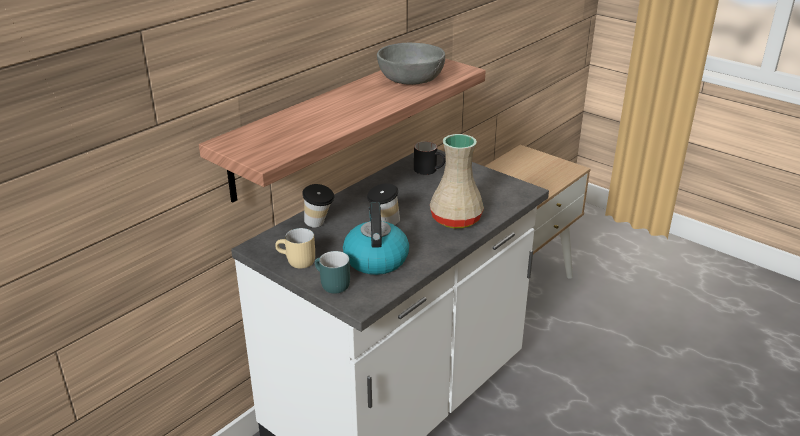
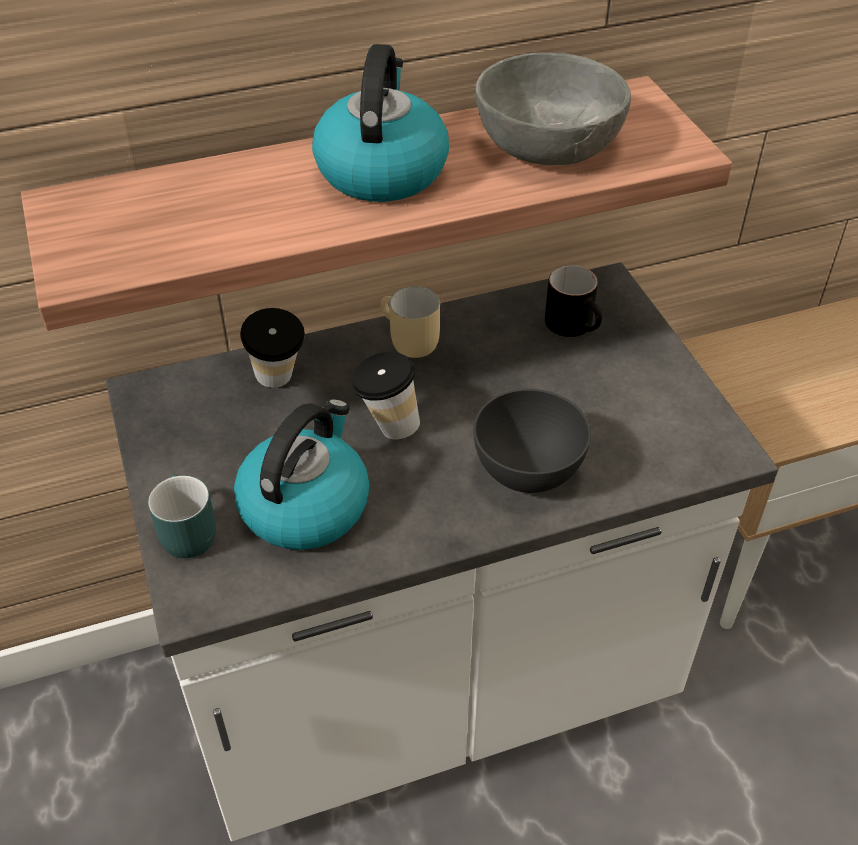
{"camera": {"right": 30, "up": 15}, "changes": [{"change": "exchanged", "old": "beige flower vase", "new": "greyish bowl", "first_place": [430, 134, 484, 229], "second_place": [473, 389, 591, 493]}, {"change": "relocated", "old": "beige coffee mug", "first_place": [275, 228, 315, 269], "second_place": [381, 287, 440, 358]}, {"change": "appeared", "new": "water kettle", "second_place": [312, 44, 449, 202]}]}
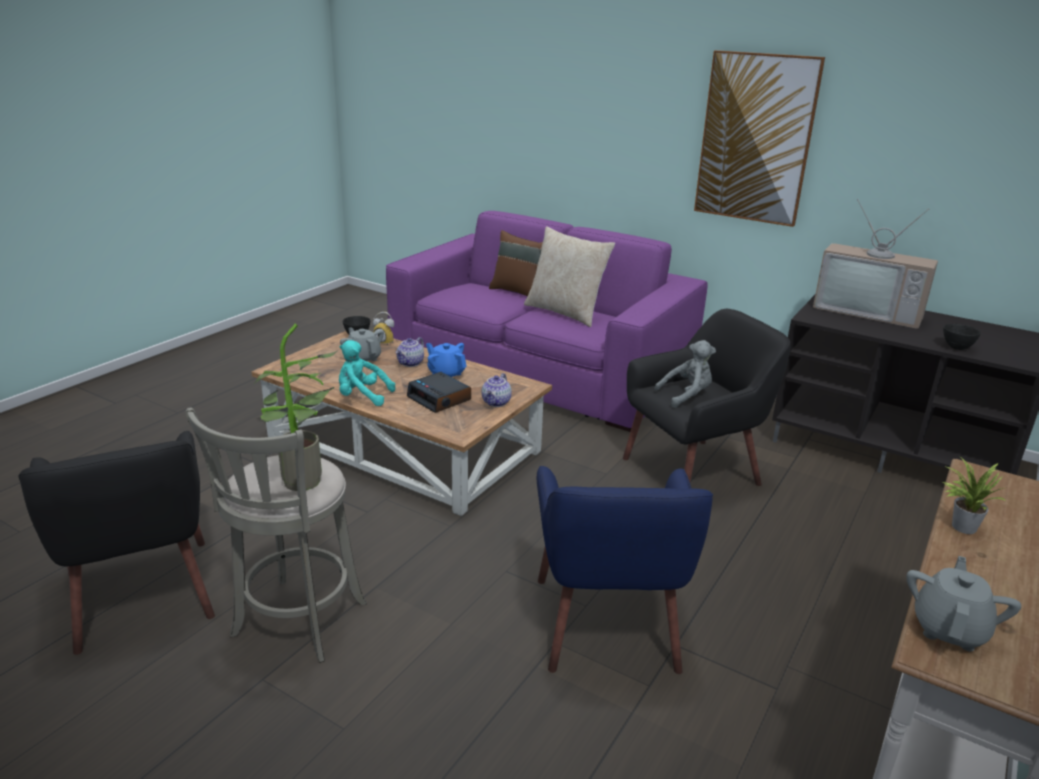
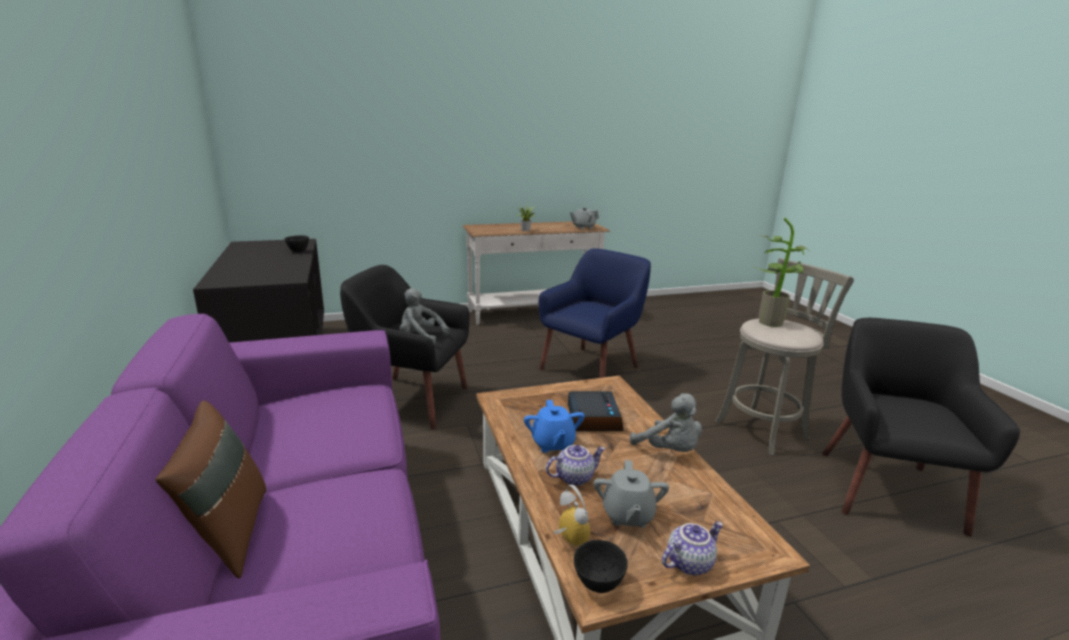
{"camera": {"right": -140, "up": -5}, "changes": [{"change": "missing", "old": "wall art", "first_place": [694, 50, 825, 227]}, {"change": "missing", "old": "television", "first_place": [813, 199, 938, 329]}, {"change": "missing", "old": "beige cushion", "first_place": [524, 226, 615, 327]}, {"change": "colour", "old": "turquoise plush toy", "new": "greyish plush toy", "first_place": [339, 340, 395, 406], "second_place": [630, 393, 702, 452]}, {"change": "relocated", "old": "teapot", "first_place": [481, 373, 512, 407], "second_place": [662, 521, 723, 575]}]}
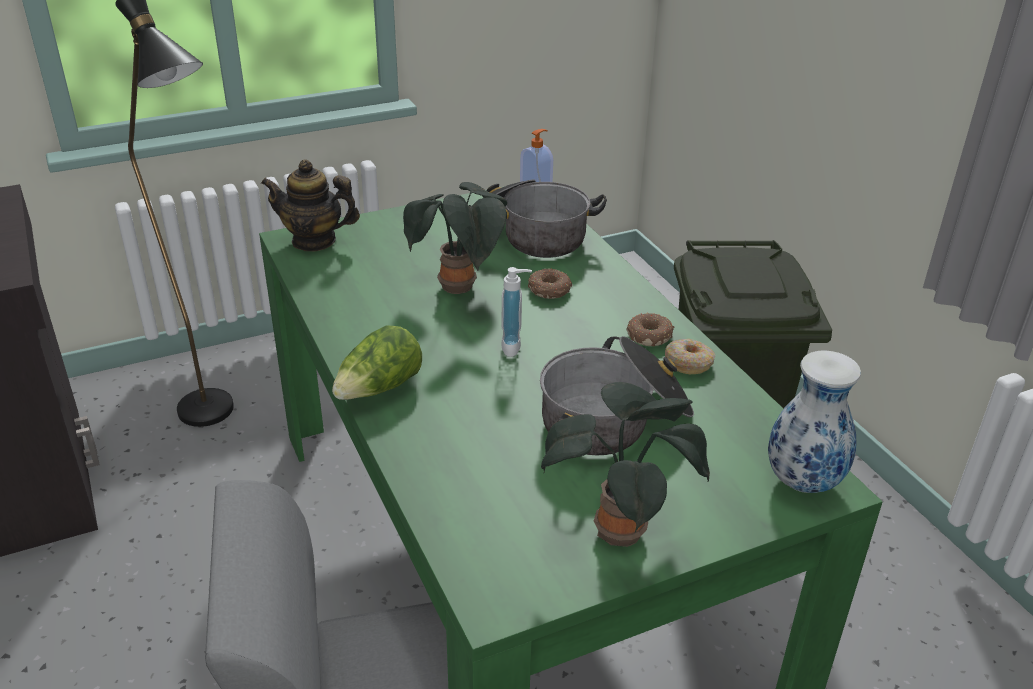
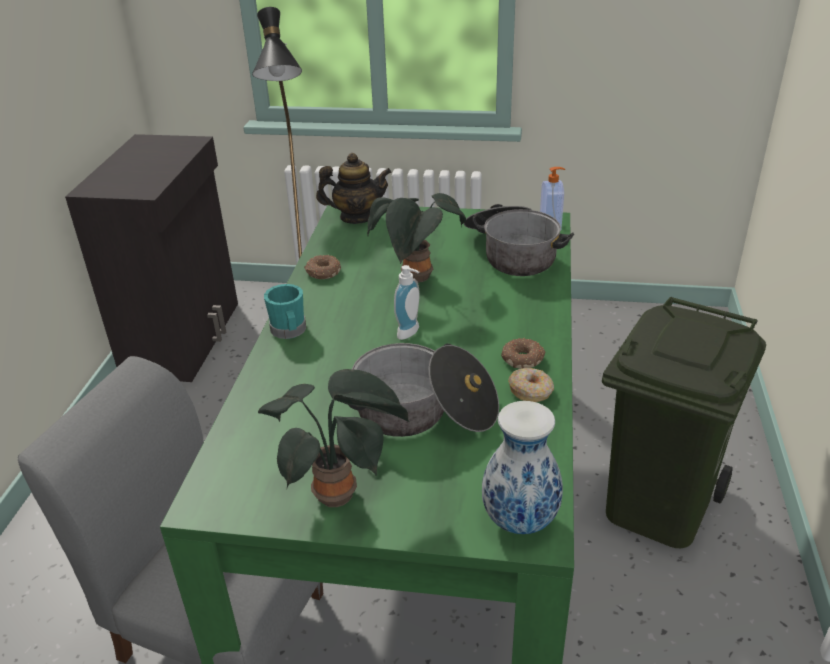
{"camera": {"right": 35, "up": 0}, "changes": [{"change": "spun", "old": "teapot", "first_place": [261, 160, 360, 251], "second_place": [316, 153, 392, 224], "degrees": 135}, {"change": "relocated", "old": "doughnut", "first_place": [528, 268, 572, 299], "second_place": [304, 255, 341, 279]}, {"change": "exchanged", "old": "lettuce head", "new": "turquoise coffee mug", "first_place": [332, 325, 422, 400], "second_place": [264, 284, 306, 339]}]}
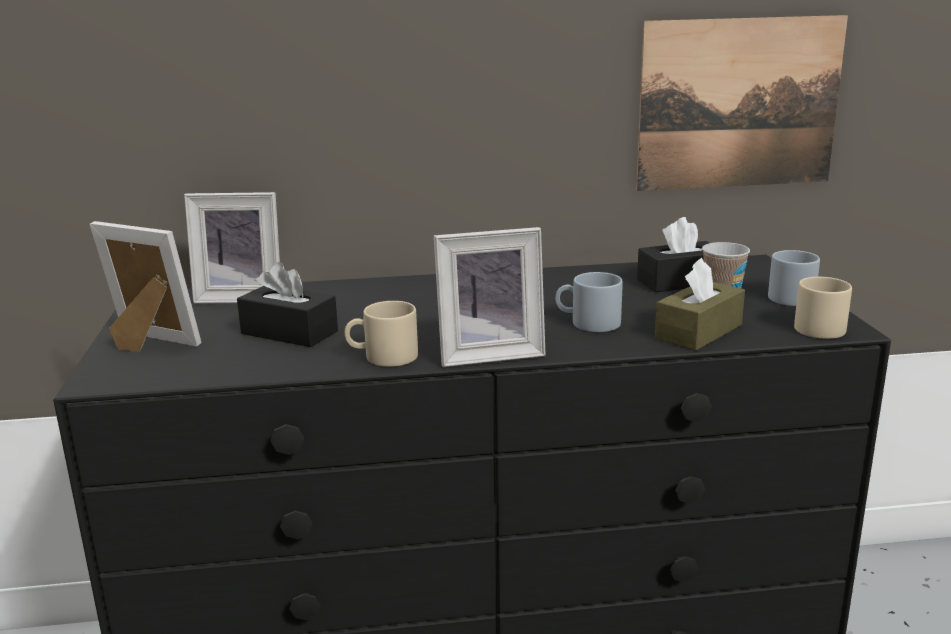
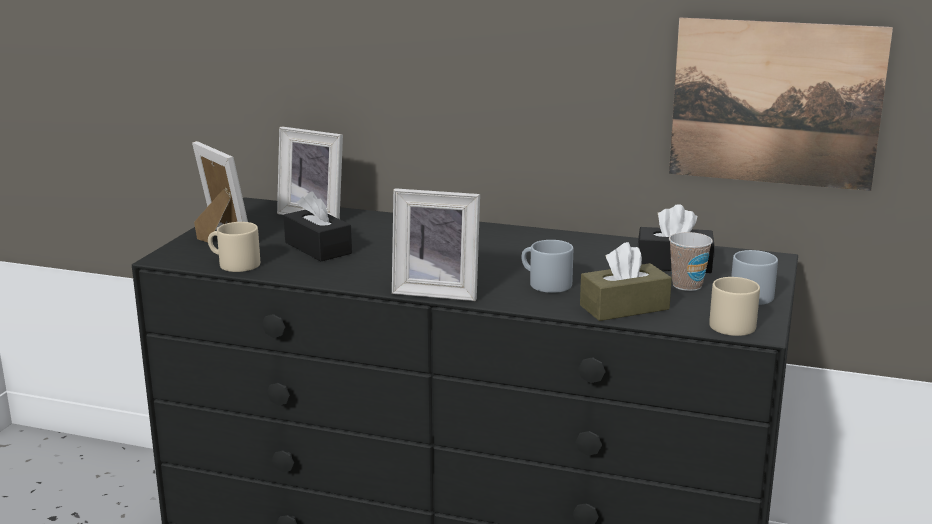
{"camera": {"right": 25, "up": 0}, "changes": [{"change": "relocated", "old": "beige coffee mug", "first_place": [345, 301, 418, 367], "second_place": [208, 222, 260, 272]}]}
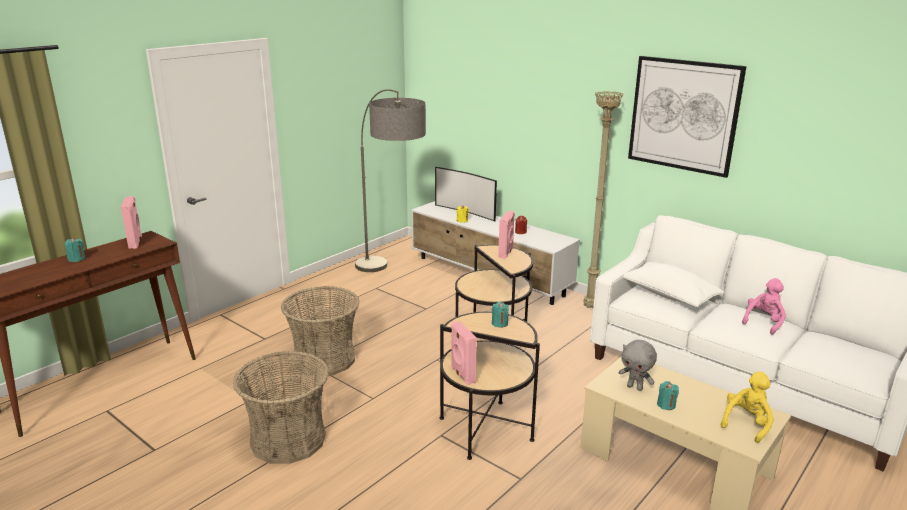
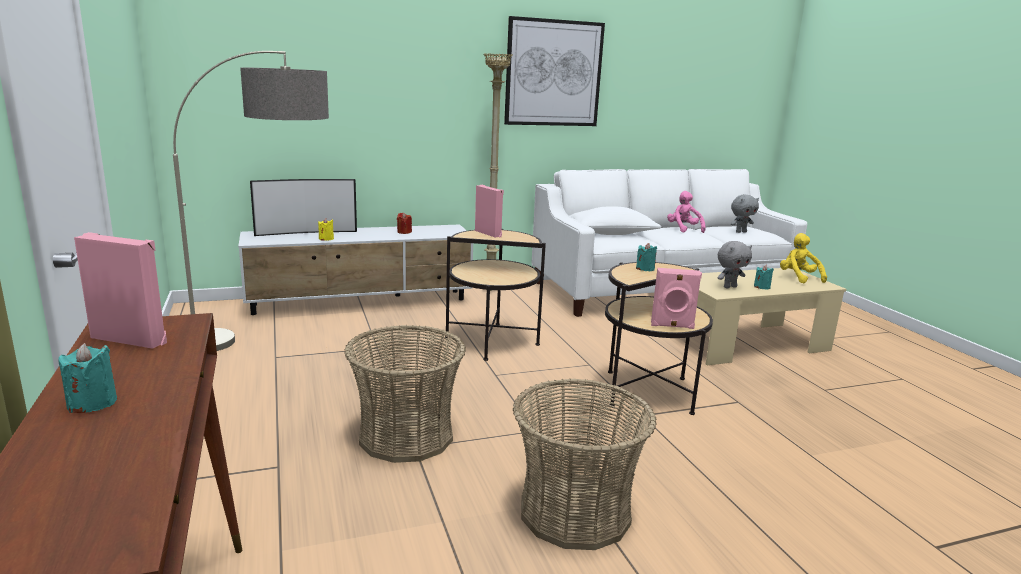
{"camera": {"right": -60, "up": -5}, "changes": [{"change": "appeared", "new": "greyish plush toy", "second_place": [731, 195, 759, 233]}]}
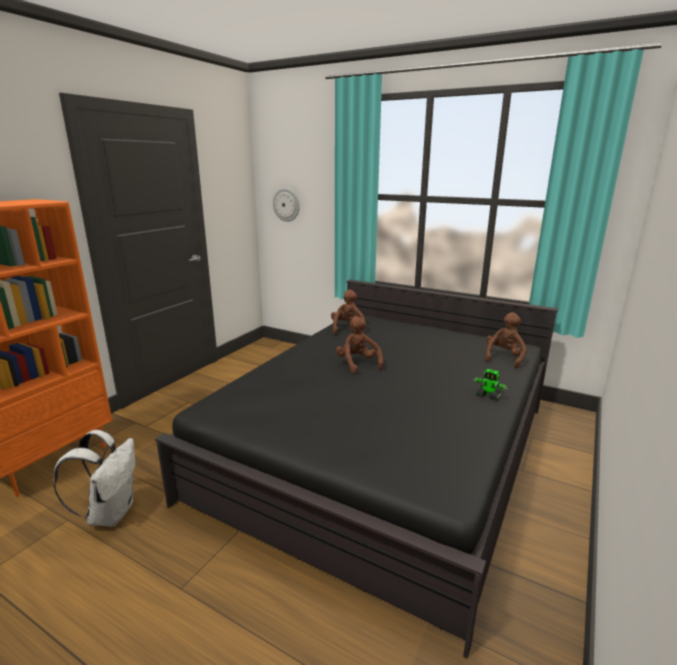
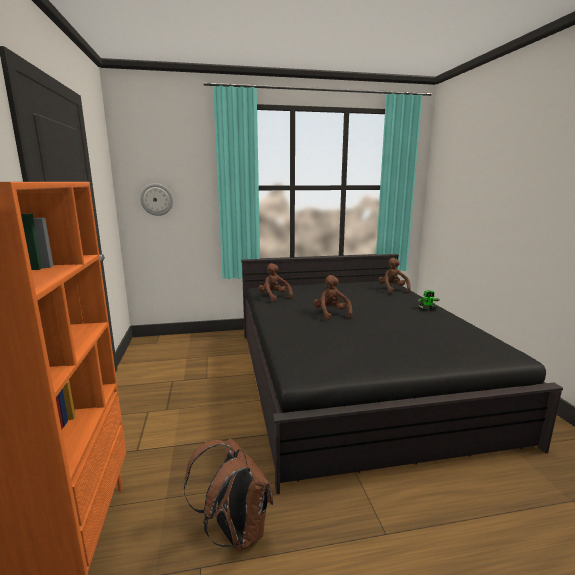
{"camera": {"right": -40, "up": -5}, "changes": [{"change": "spun", "old": "brownish plush toy", "first_place": [336, 316, 383, 374], "second_place": [313, 275, 352, 320], "degrees": 45}, {"change": "colour", "old": "whitish backpack", "new": "brownish backpack", "first_place": [54, 430, 135, 527], "second_place": [184, 438, 273, 552]}]}
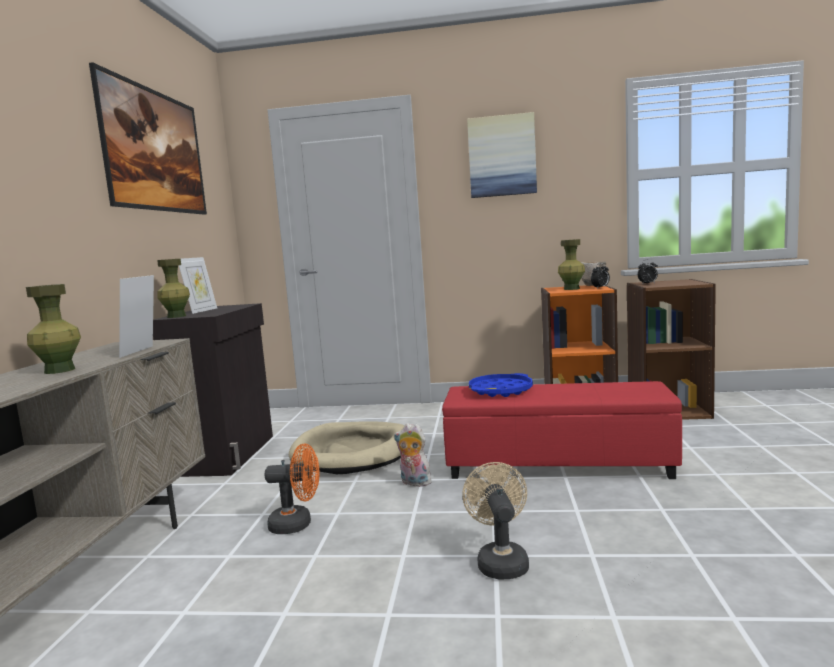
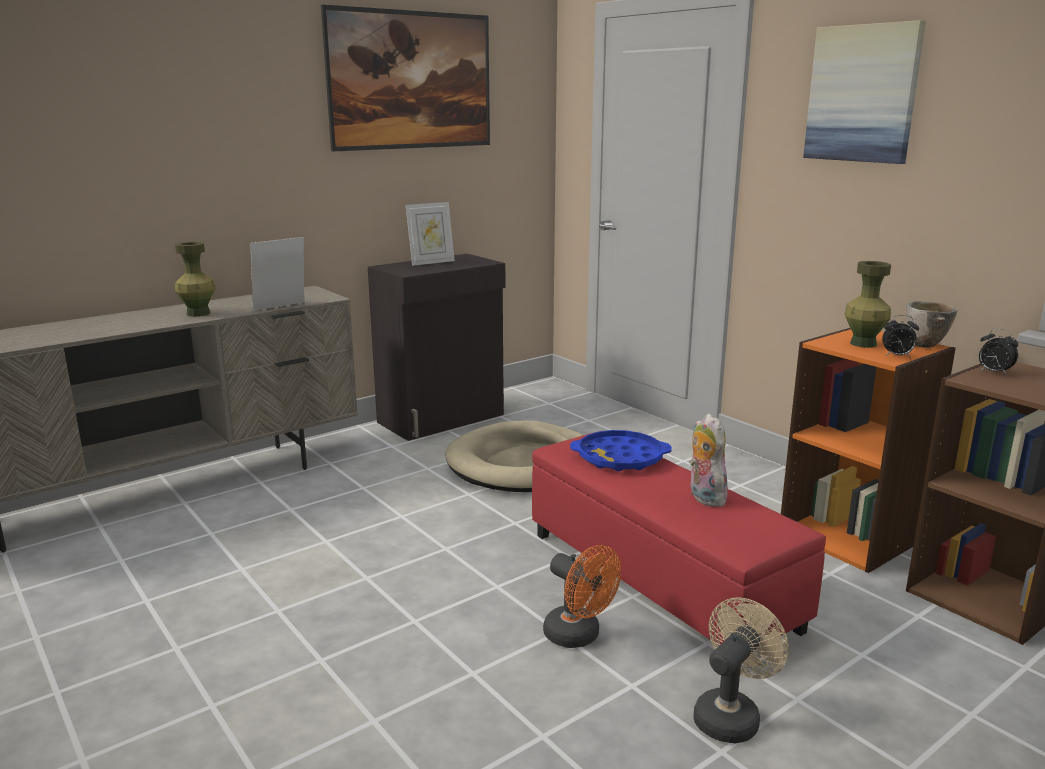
{"camera": {"right": 45, "up": 10}, "changes": [{"change": "missing", "old": "green-coloured flower vase", "first_place": [157, 259, 190, 318]}, {"change": "relocated", "old": "plush toy", "first_place": [394, 423, 432, 487], "second_place": [689, 414, 728, 507]}, {"change": "relocated", "old": "orange fan", "first_place": [265, 443, 319, 534], "second_place": [543, 545, 621, 648]}, {"change": "relocated", "old": "beige fan", "first_place": [462, 462, 529, 580], "second_place": [694, 597, 789, 743]}]}
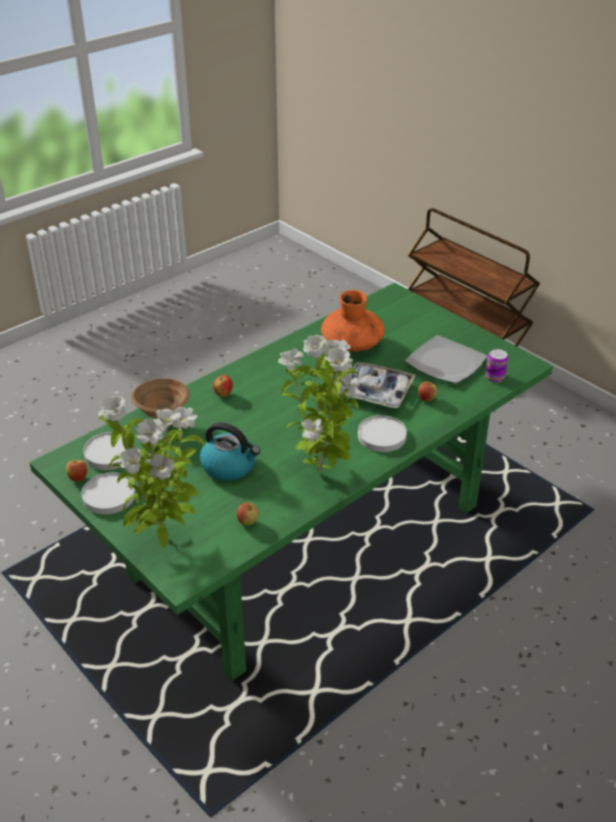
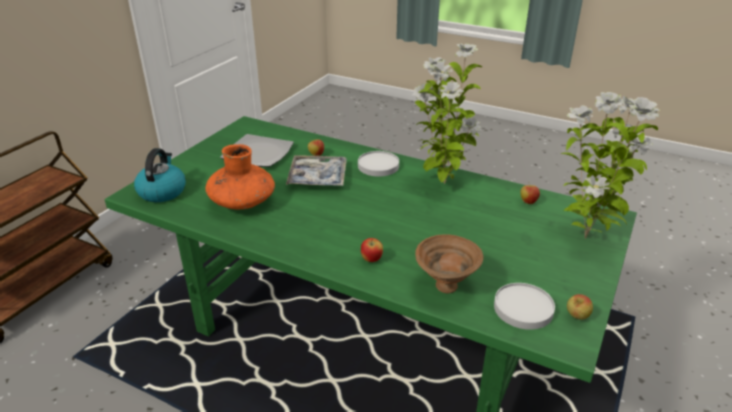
{"camera": {"right": -110, "up": -5}, "changes": [{"change": "missing", "old": "metal can", "first_place": [485, 349, 508, 382]}, {"change": "relocated", "old": "water kettle", "first_place": [200, 422, 260, 481], "second_place": [134, 148, 186, 202]}, {"change": "missing", "old": "whitish dinner plate", "first_place": [81, 473, 136, 514]}]}
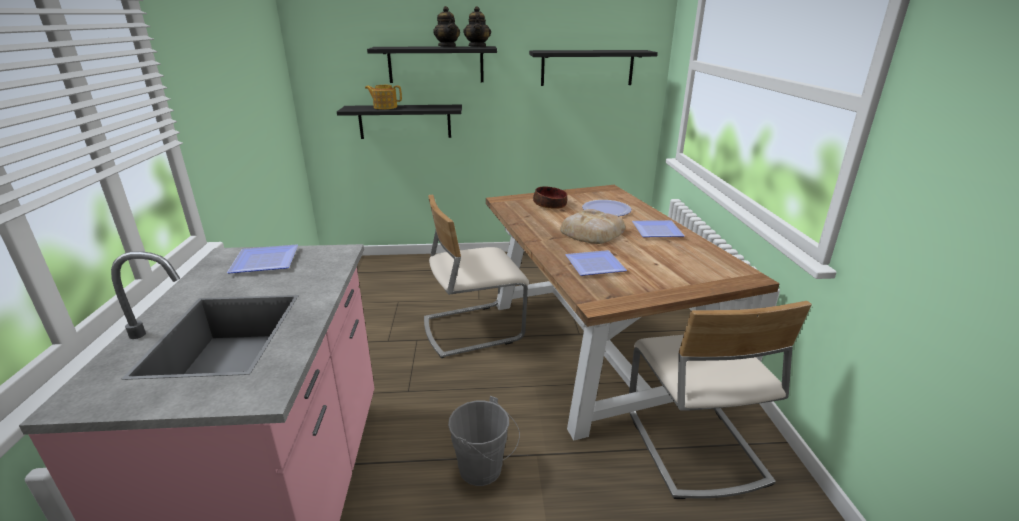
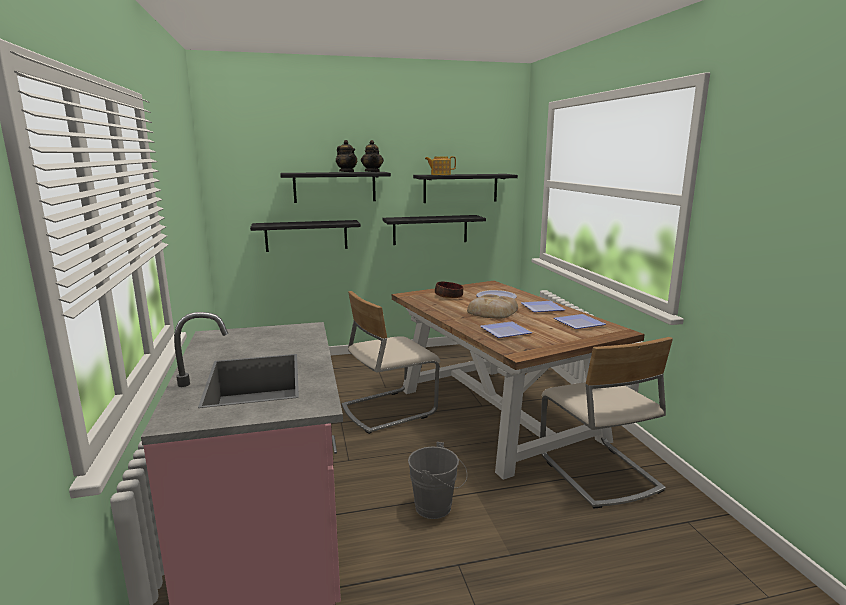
{"camera": {"right": -10, "up": -10}, "changes": [{"change": "relocated", "old": "teapot", "first_place": [365, 85, 402, 109], "second_place": [425, 156, 456, 175]}, {"change": "relocated", "old": "dinner plate", "first_place": [227, 245, 298, 273], "second_place": [554, 314, 606, 329]}, {"change": "appeared", "new": "black wall shelf", "second_place": [383, 215, 486, 245]}]}
